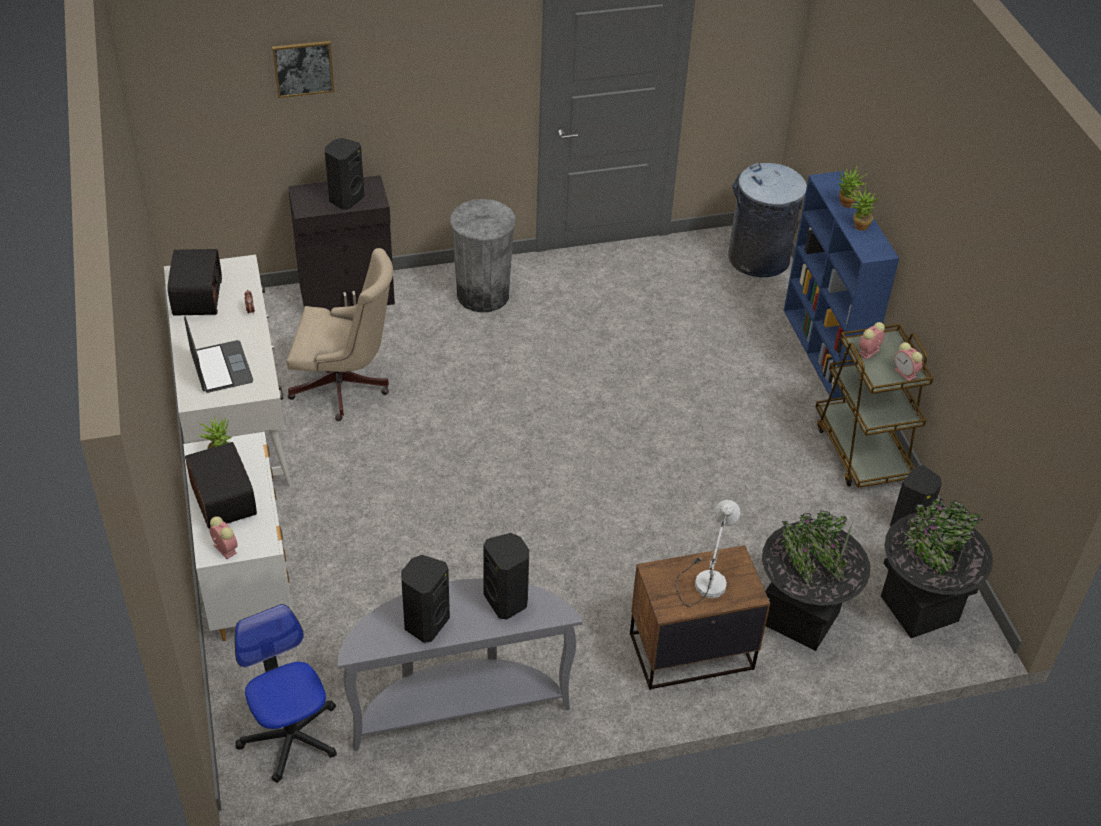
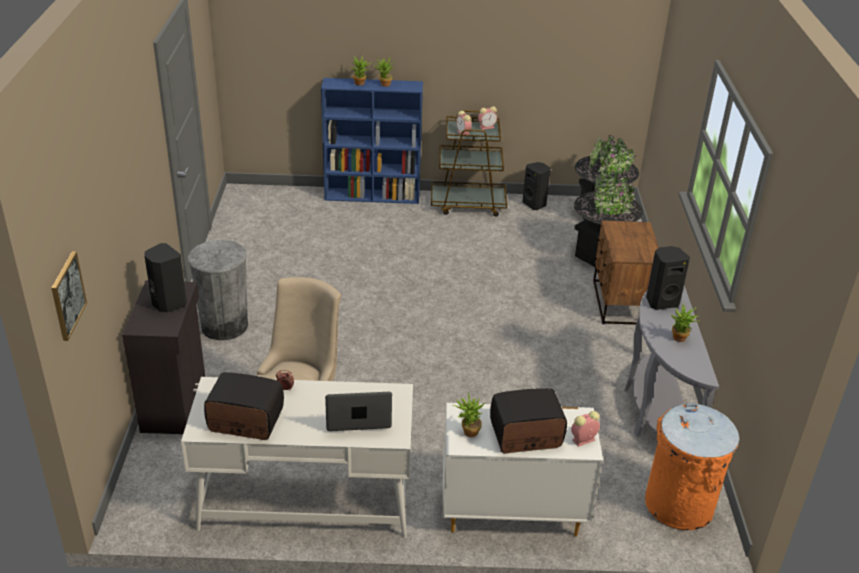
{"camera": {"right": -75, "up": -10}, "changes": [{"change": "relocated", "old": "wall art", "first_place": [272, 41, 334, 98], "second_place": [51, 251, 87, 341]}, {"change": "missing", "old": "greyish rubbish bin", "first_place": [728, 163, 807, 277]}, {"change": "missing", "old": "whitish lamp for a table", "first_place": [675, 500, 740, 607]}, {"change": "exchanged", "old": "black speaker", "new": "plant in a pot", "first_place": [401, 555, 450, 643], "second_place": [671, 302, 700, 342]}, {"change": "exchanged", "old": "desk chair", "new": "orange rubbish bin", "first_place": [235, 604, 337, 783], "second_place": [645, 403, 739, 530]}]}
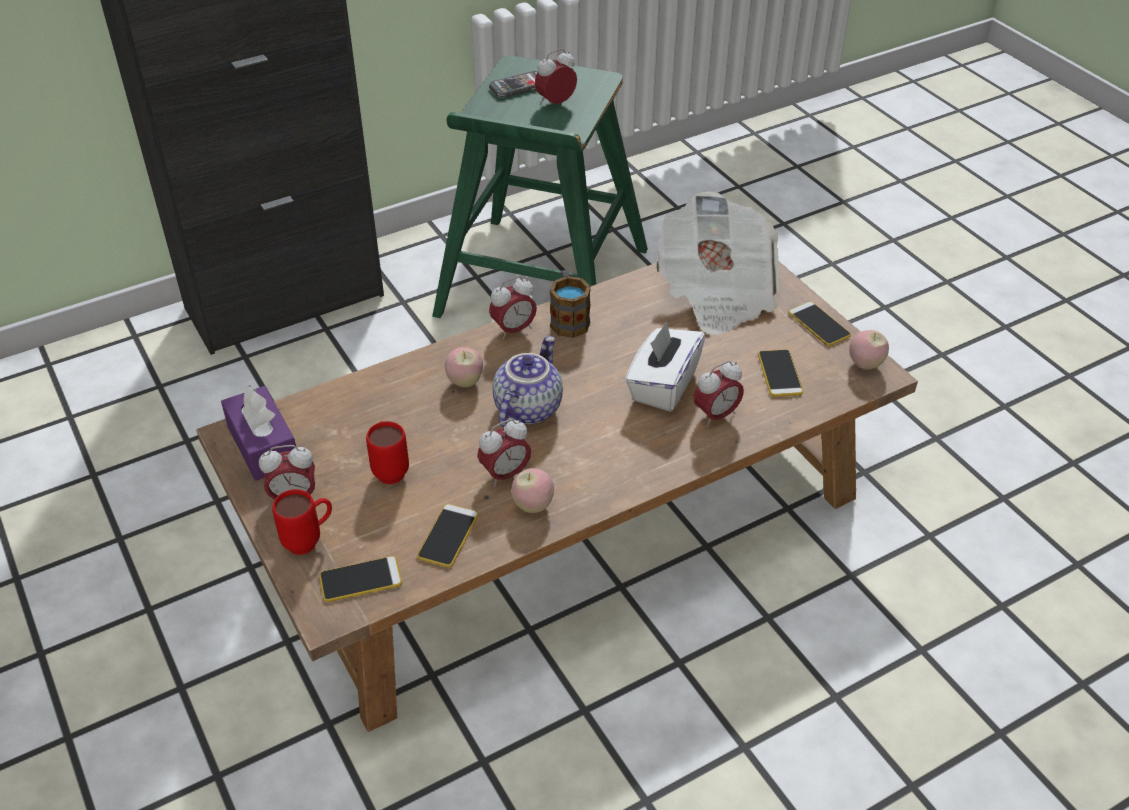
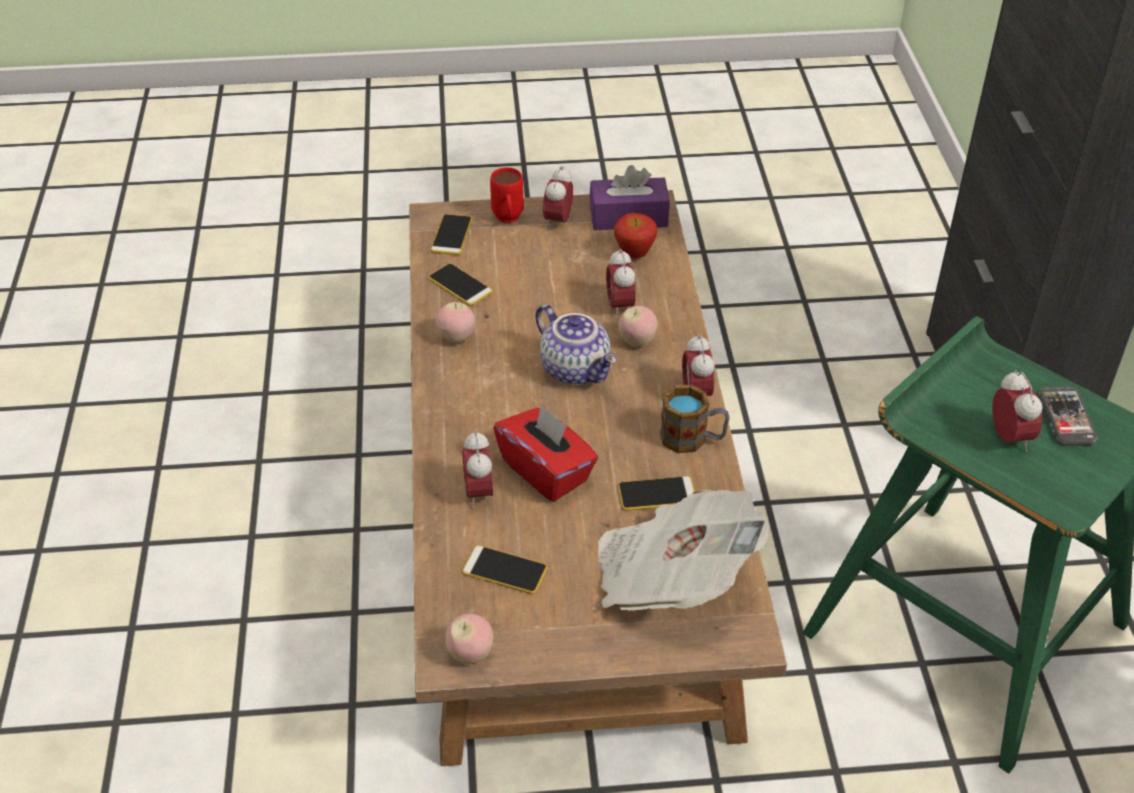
{"camera": {"right": 115, "up": 0}, "changes": [{"change": "relocated", "old": "handset", "first_place": [788, 301, 851, 346], "second_place": [618, 476, 695, 511]}, {"change": "colour", "old": "whitish tissue box", "new": "red-coloured tissue box", "first_place": [625, 321, 705, 412], "second_place": [493, 403, 598, 502]}, {"change": "relocated", "old": "table clock", "first_place": [477, 419, 531, 487], "second_place": [606, 248, 636, 318]}, {"change": "missing", "old": "red-coloured coffee mug", "first_place": [366, 421, 409, 484]}, {"change": "appeared", "new": "apple", "second_place": [614, 213, 657, 259]}]}
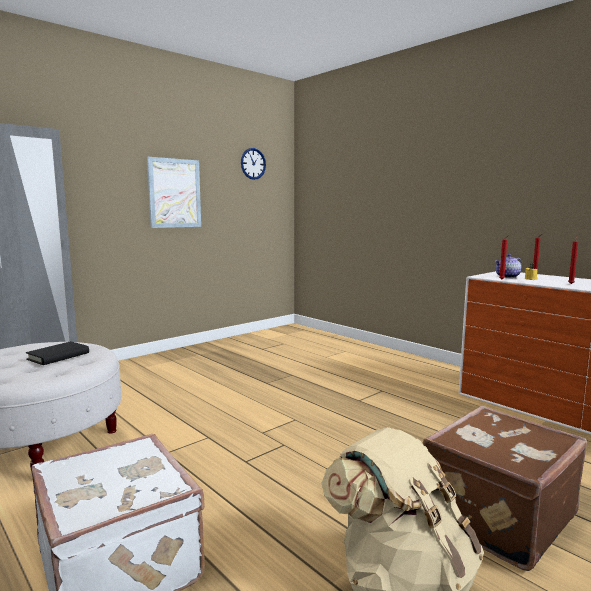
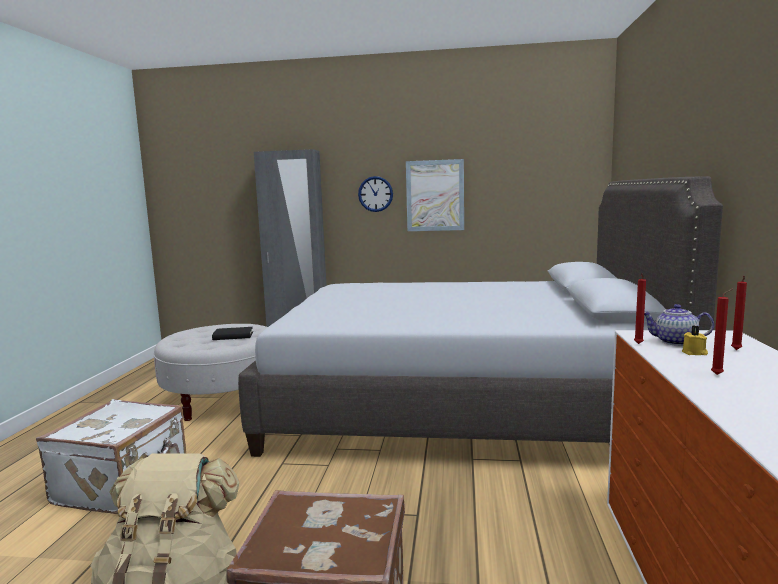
{"camera": {"right": 50, "up": 0}, "changes": [{"change": "relocated", "old": "clock on the wall", "first_place": [241, 148, 266, 180], "second_place": [358, 176, 393, 212]}, {"change": "appeared", "new": "greyish sleeping bed", "second_place": [238, 176, 723, 457]}]}
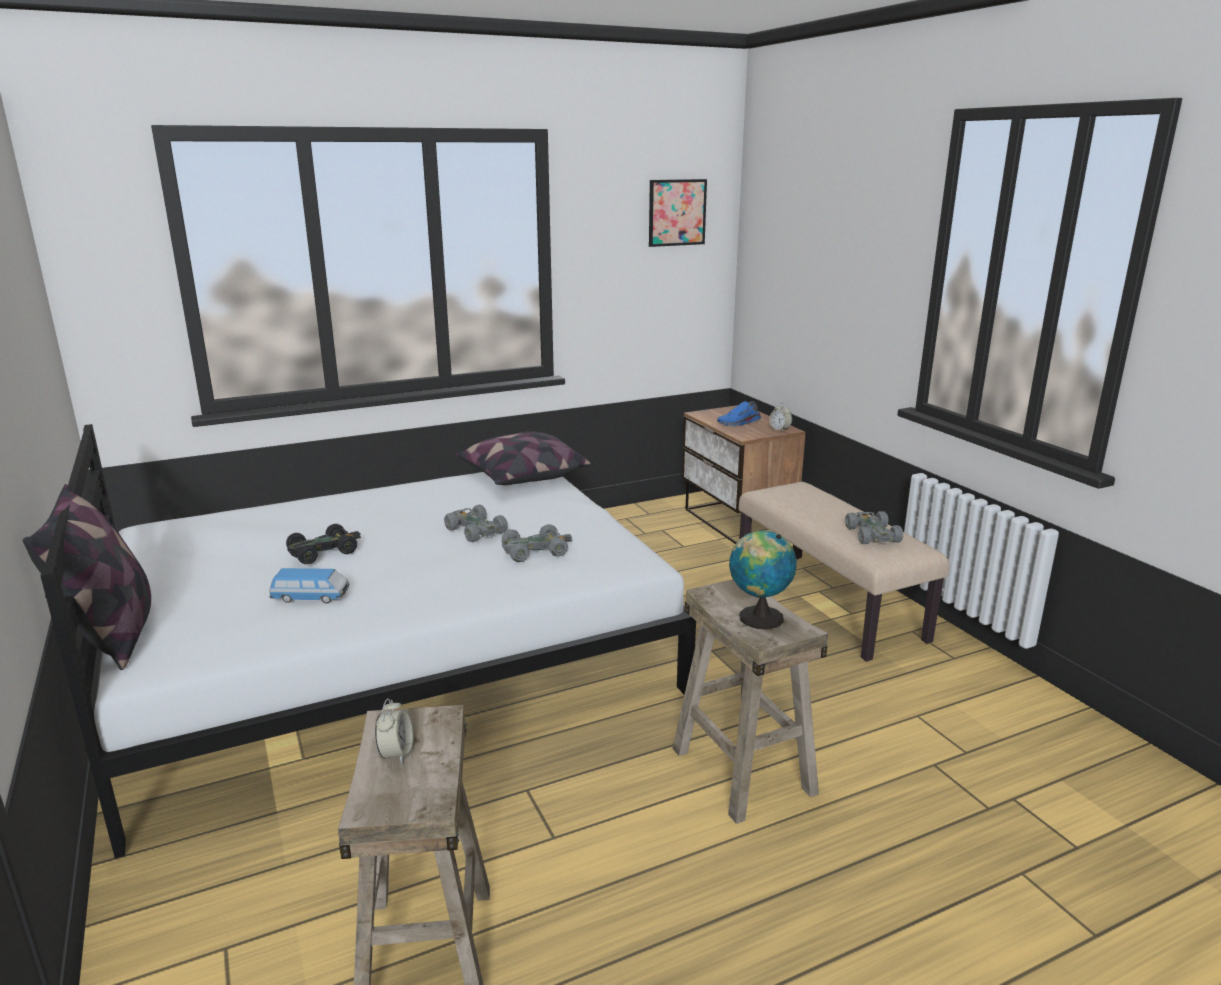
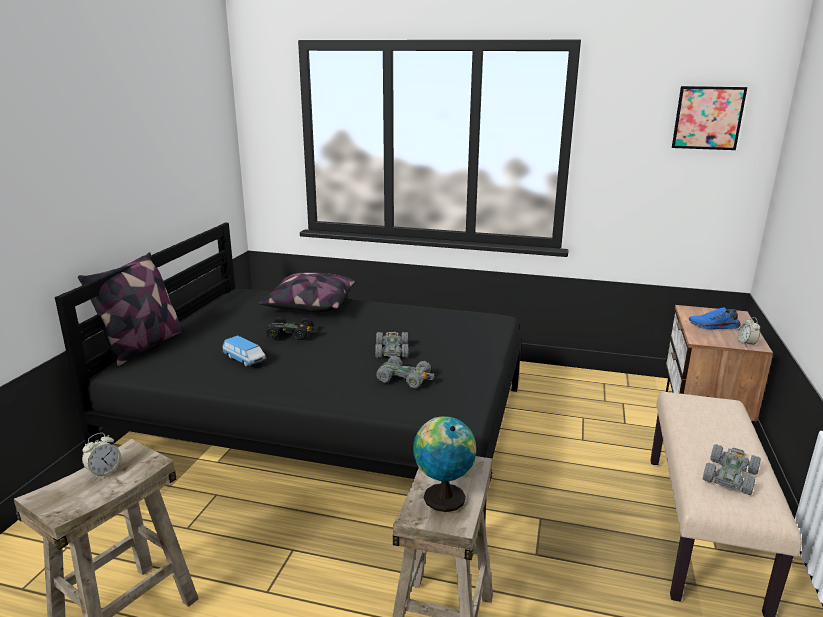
{"camera": {"right": 40, "up": 0}, "changes": [{"change": "colour", "old": "whitish sleeping bed", "new": "black sleeping bed", "first_place": [40, 424, 696, 858], "second_place": [55, 223, 522, 520]}, {"change": "relocated", "old": "cushion", "first_place": [455, 432, 591, 485], "second_place": [259, 272, 356, 312]}]}
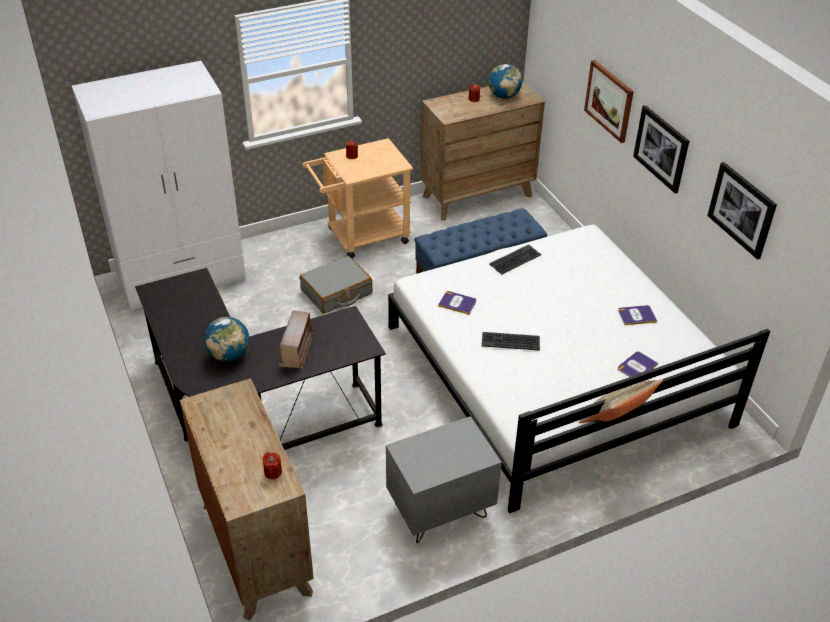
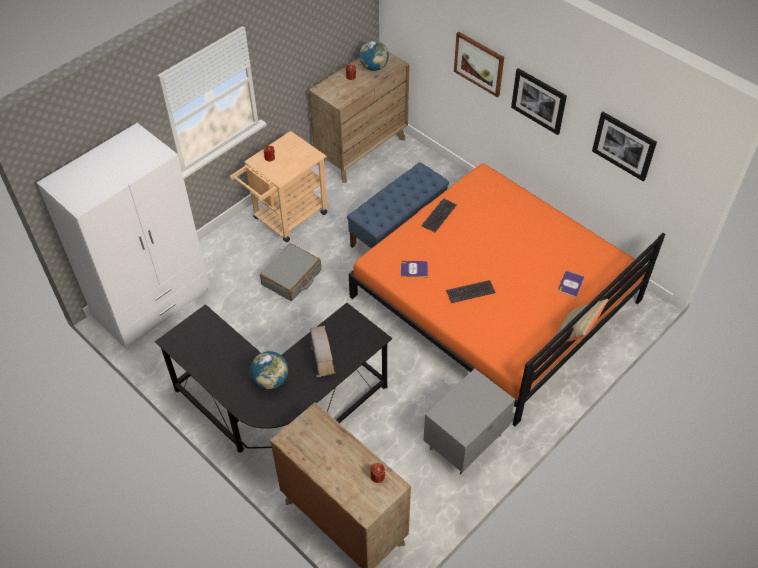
{"camera": {"right": -20, "up": 10}, "changes": [{"change": "colour", "old": "whitish sleeping bed", "new": "orange sleeping bed", "first_place": [388, 224, 770, 513], "second_place": [349, 163, 665, 426]}, {"change": "missing", "old": "bound book", "first_place": [618, 305, 657, 325]}]}
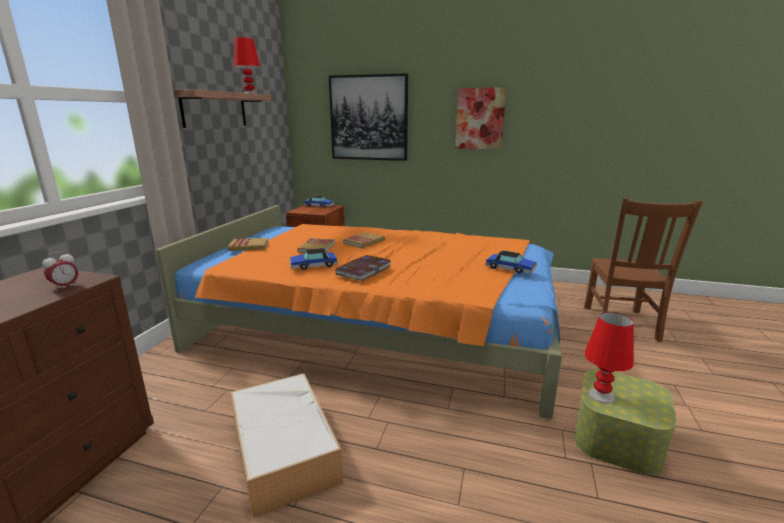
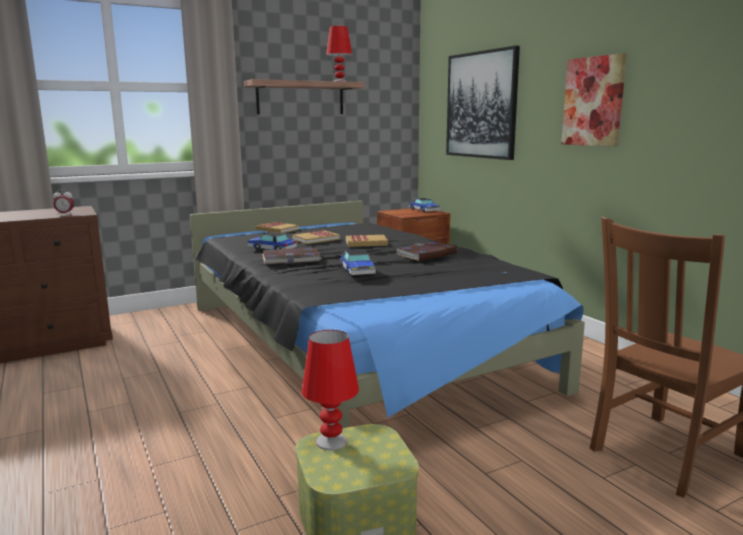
{"camera": {"right": 45, "up": -5}, "changes": [{"change": "colour", "old": "orange sleeping bed", "new": "black sleeping bed", "first_place": [156, 205, 562, 419], "second_place": [190, 201, 585, 428]}, {"change": "relocated", "old": "miniature car", "first_place": [485, 250, 537, 274], "second_place": [341, 249, 376, 275]}, {"change": "missing", "old": "storage container", "first_place": [231, 373, 343, 518]}, {"change": "appeared", "new": "bound book", "second_place": [396, 242, 457, 261]}]}
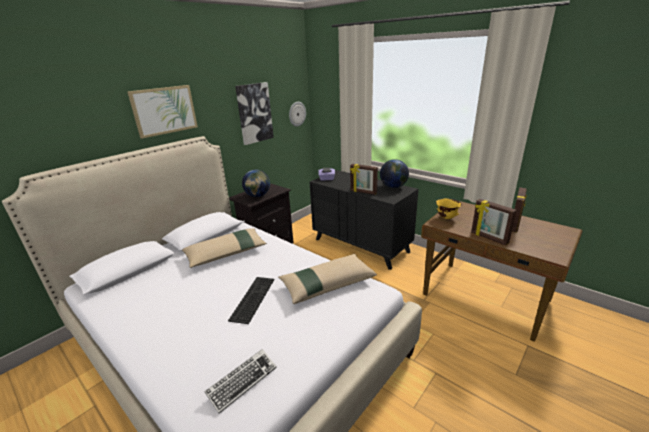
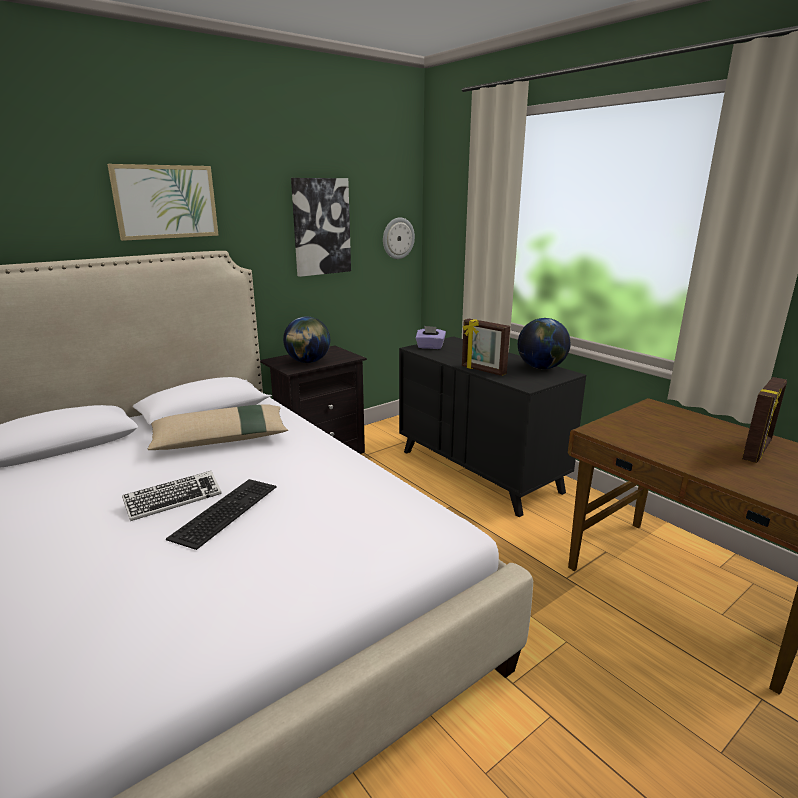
{"camera": {"right": 10, "up": -5}, "changes": [{"change": "missing", "old": "yellow bowl", "first_place": [436, 198, 462, 219]}, {"change": "missing", "old": "photo frame", "first_place": [471, 199, 517, 245]}, {"change": "missing", "old": "beige cushion", "first_place": [278, 254, 377, 304]}, {"change": "relocated", "old": "keyboard", "first_place": [205, 349, 277, 414], "second_place": [122, 471, 222, 521]}]}
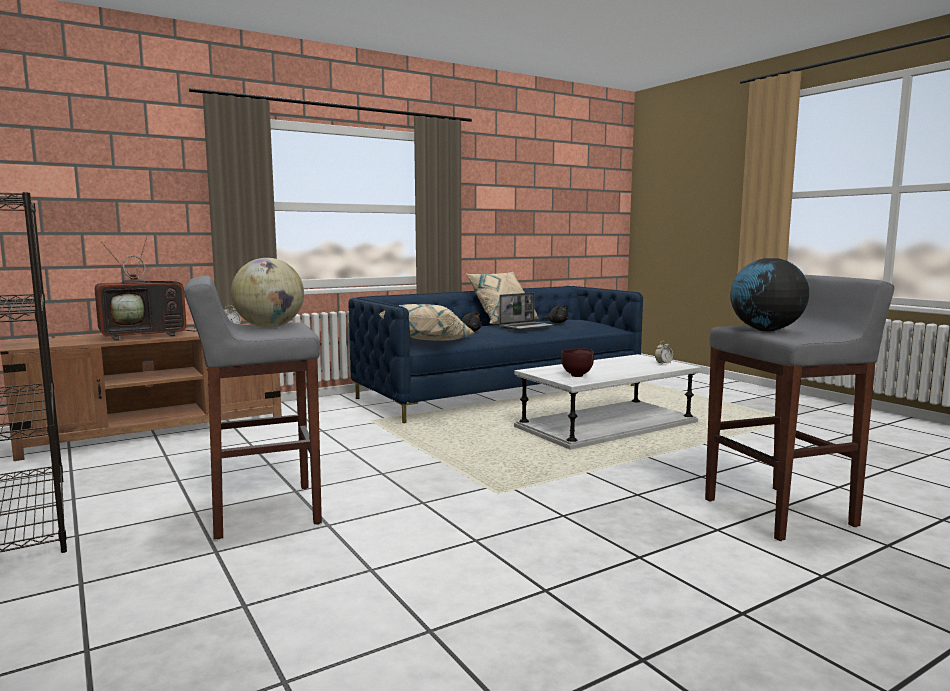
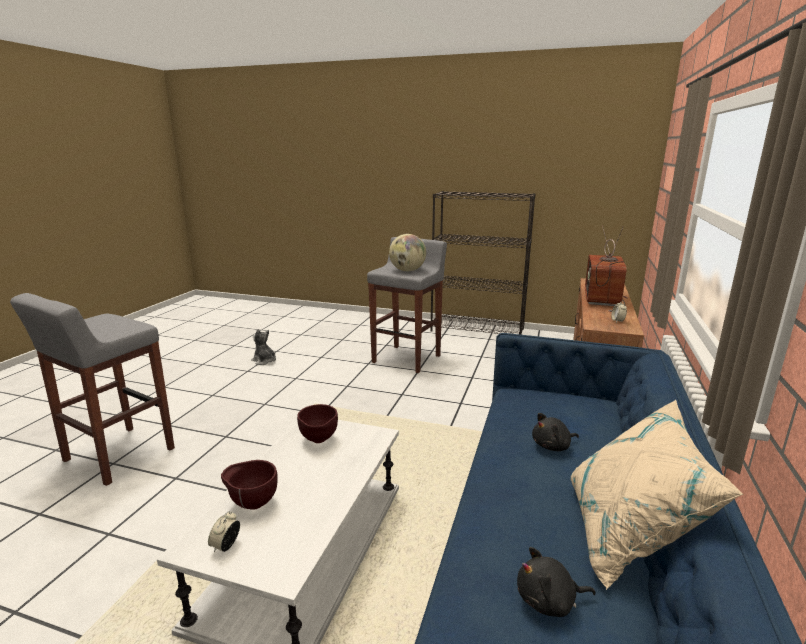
{"camera": {"right": 140, "up": 10}, "changes": [{"change": "missing", "old": "globe", "first_place": [730, 258, 809, 331]}, {"change": "missing", "old": "laptop", "first_place": [499, 293, 554, 330]}, {"change": "missing", "old": "beige cushion", "first_place": [379, 304, 475, 341]}, {"change": "appeared", "new": "plush toy", "second_place": [251, 329, 276, 365]}, {"change": "appeared", "new": "brownish bowl", "second_place": [221, 460, 278, 510]}]}
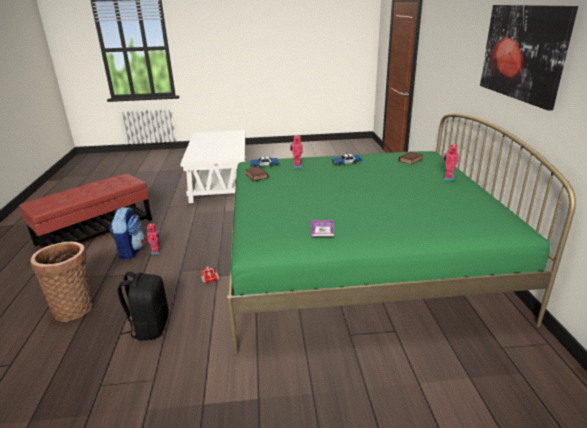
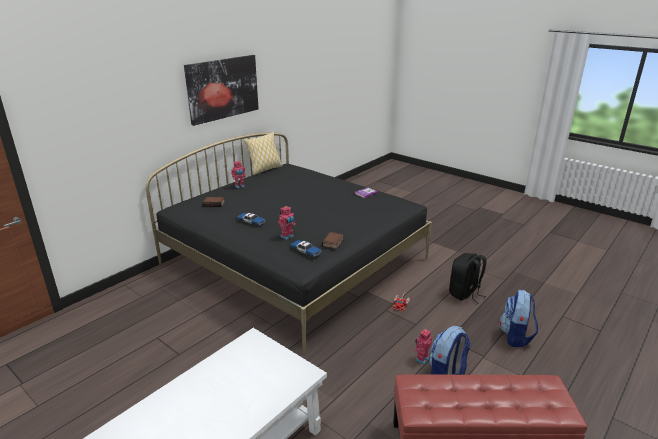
{"camera": {"right": -135, "up": 0}, "changes": [{"change": "colour", "old": "green-coloured sleeping bed", "new": "black sleeping bed", "first_place": [227, 113, 576, 354], "second_place": [146, 133, 432, 354]}, {"change": "exchanged", "old": "household basket", "new": "backpack", "first_place": [31, 242, 93, 322], "second_place": [499, 290, 538, 347]}, {"change": "appeared", "new": "cushion", "second_place": [244, 132, 282, 175]}]}
